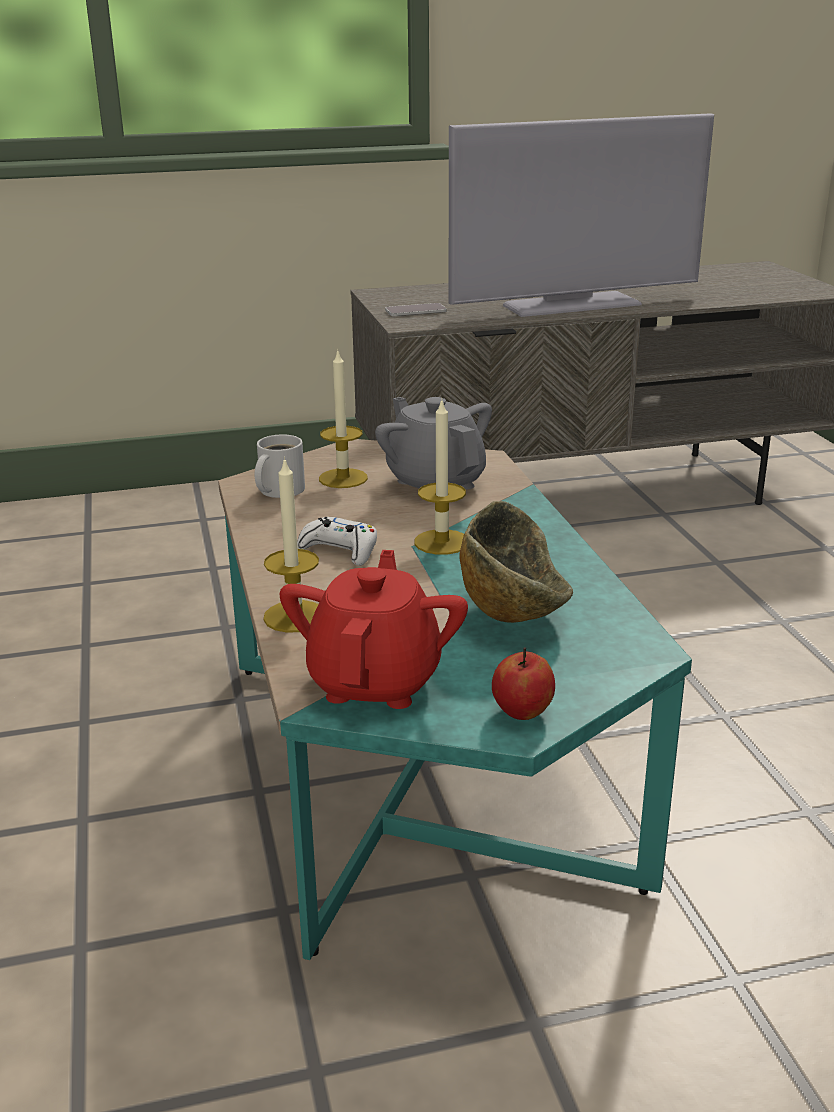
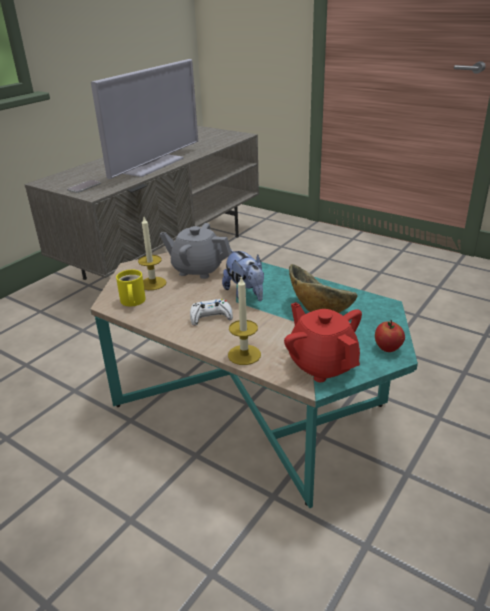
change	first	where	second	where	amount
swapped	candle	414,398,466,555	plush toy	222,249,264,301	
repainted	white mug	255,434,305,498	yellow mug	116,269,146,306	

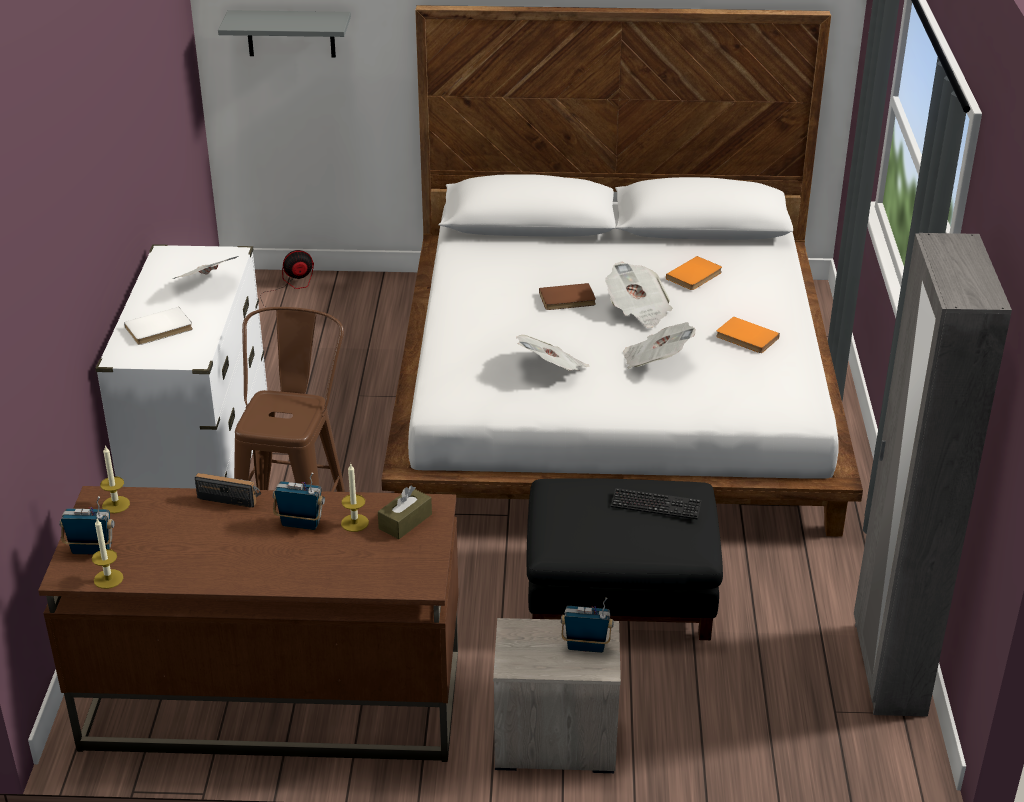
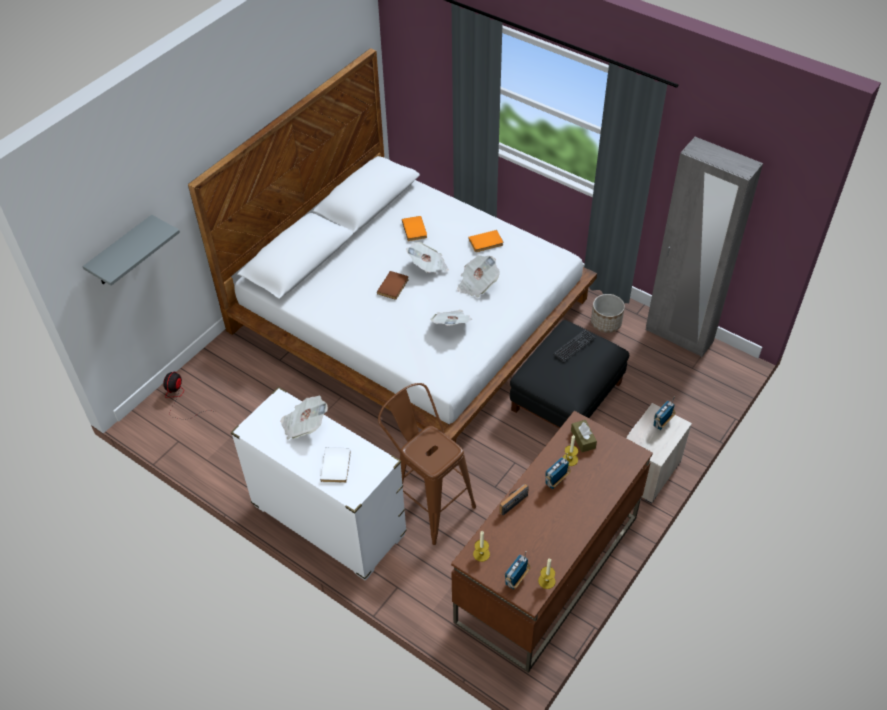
change	first	where	second	where	amount
new			planter	591,294,625,333	

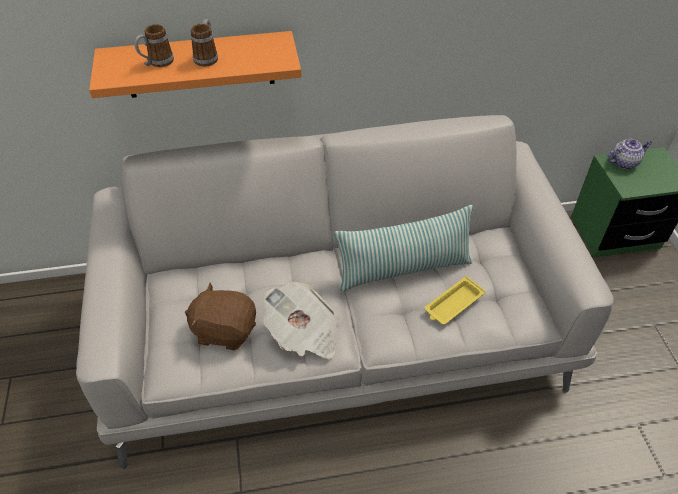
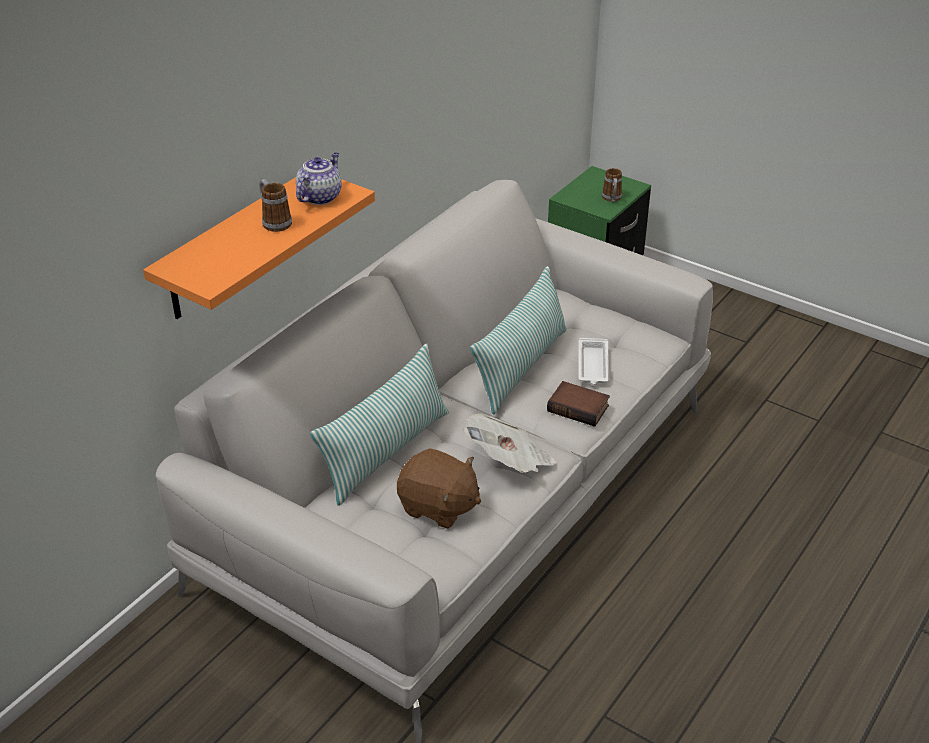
change	first	where	second	where	amount
new			pillow	310,343,449,506	
new			book	547,381,610,427	
shifted	mug	134,24,174,67		602,168,622,202	
shifted	teapot	607,139,653,169		296,152,342,205	
repainted	yellow tray	424,276,485,325	white tray	579,338,609,385	
rotated	brown plush toy	185,283,256,350		397,448,481,529	120 degrees counterclockwise

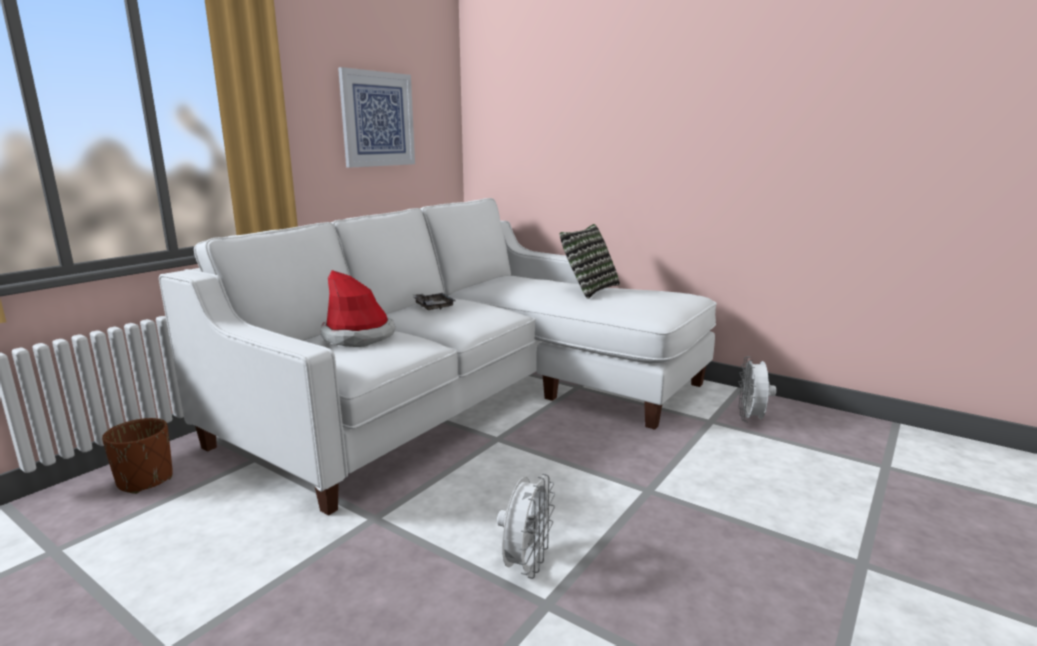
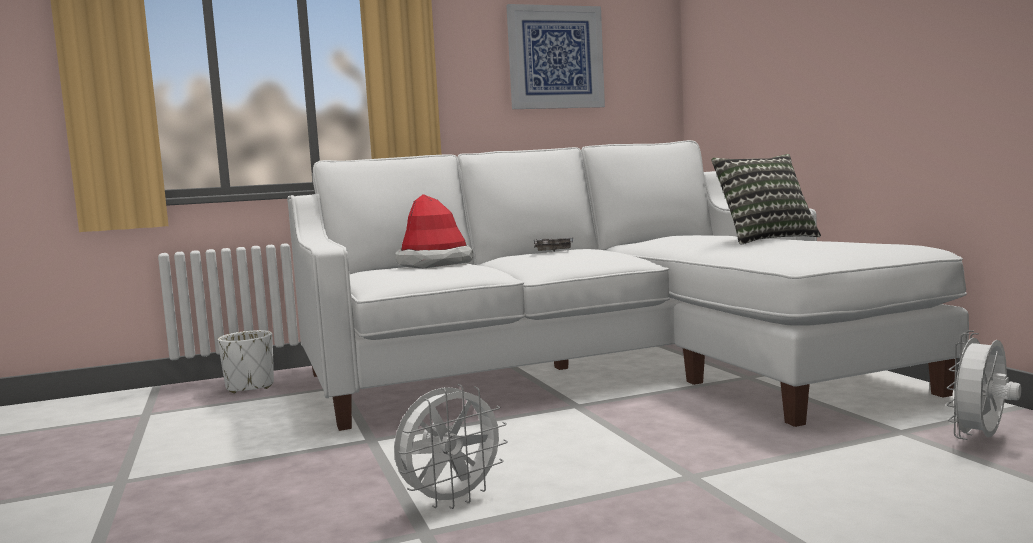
change	first	where	second	where	amount
repainted	brown planter	102,418,173,494	white planter	218,330,274,393	

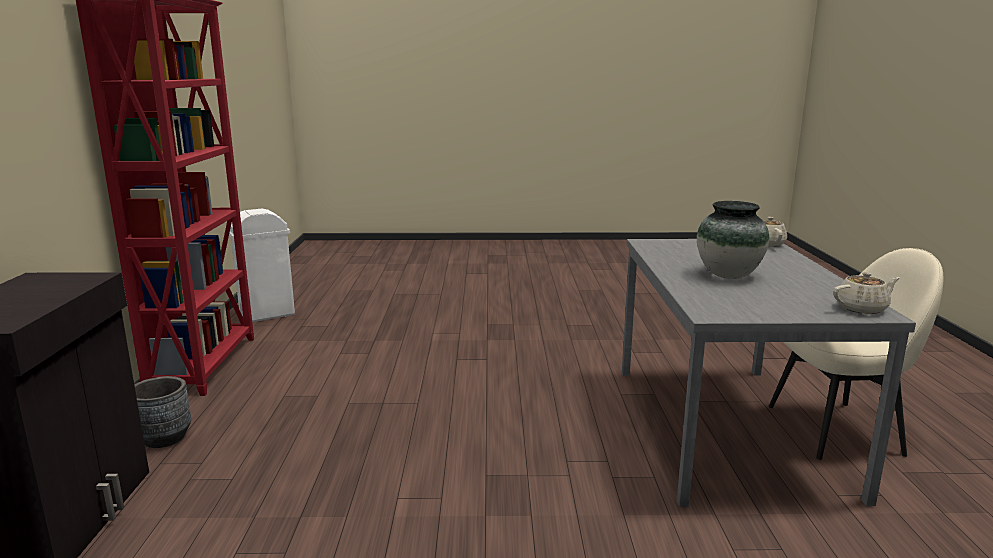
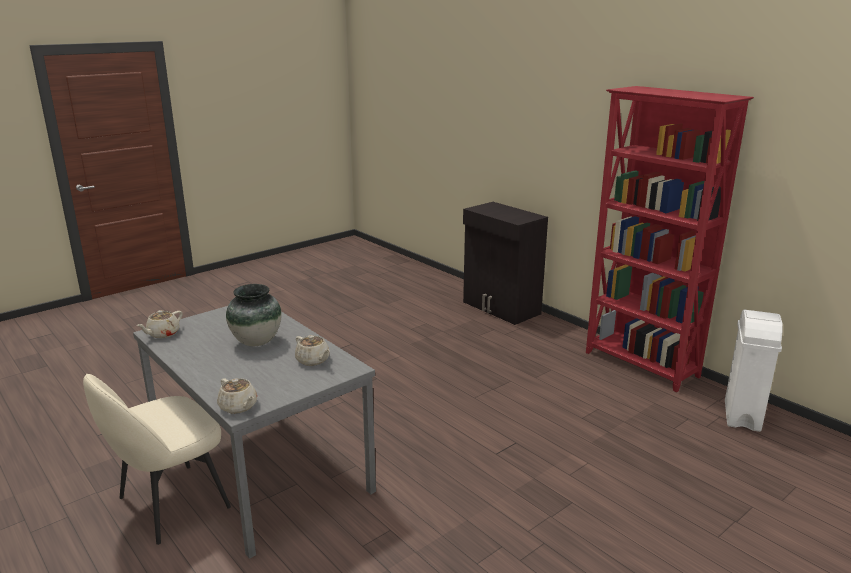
change	first	where	second	where	amount
gone	grey planter	134,376,191,448			
new			beige teapot	295,335,330,366	

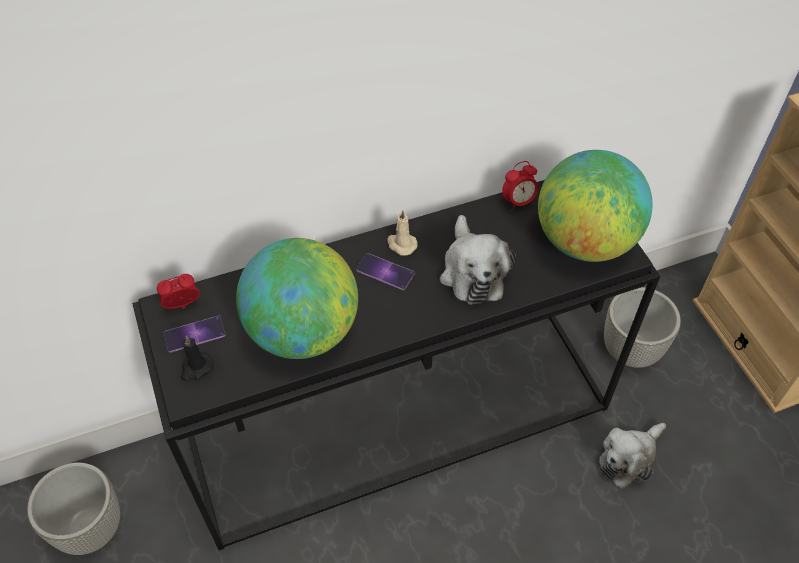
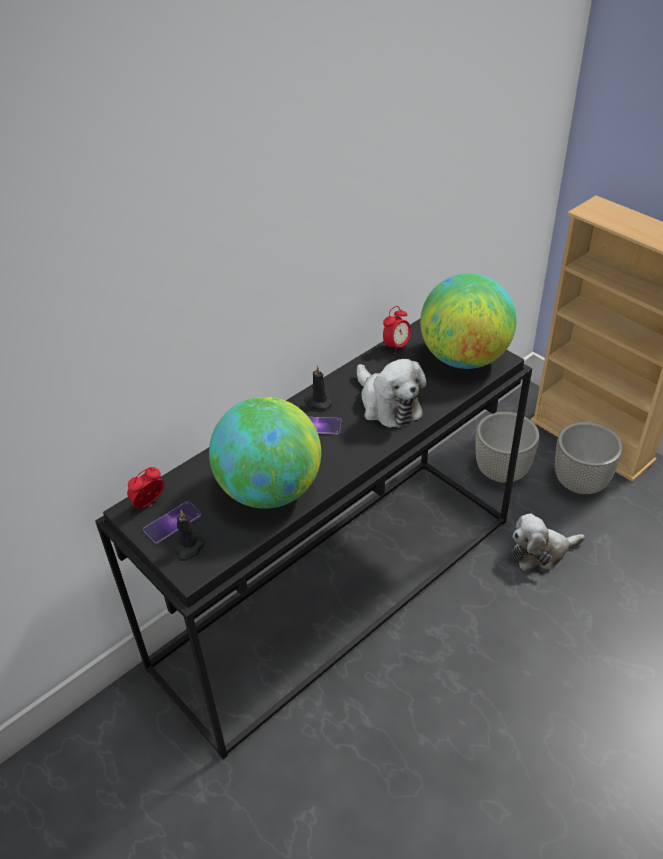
change	first	where	second	where	amount
shifted	grey planter	27,463,120,555		555,422,623,494	
repainted	beige candle	387,210,418,256	black candle	304,365,333,410	
rotated	plush toy	599,423,666,488		512,514,585,572	45 degrees clockwise

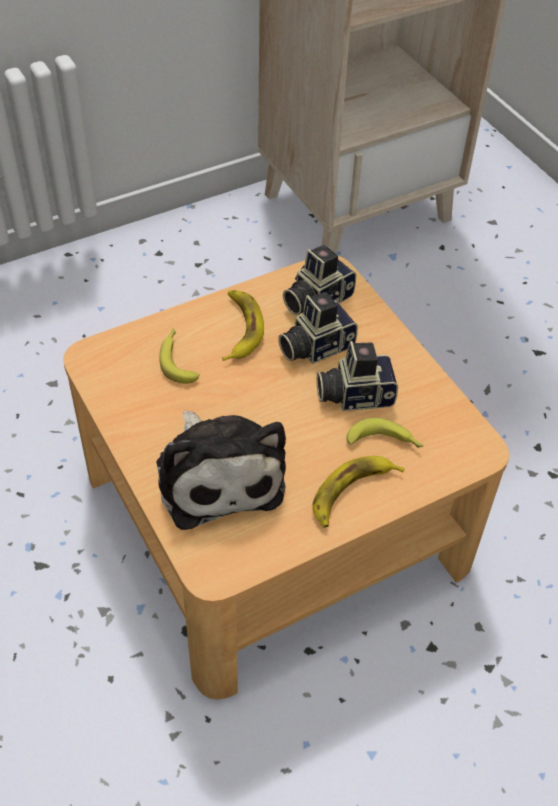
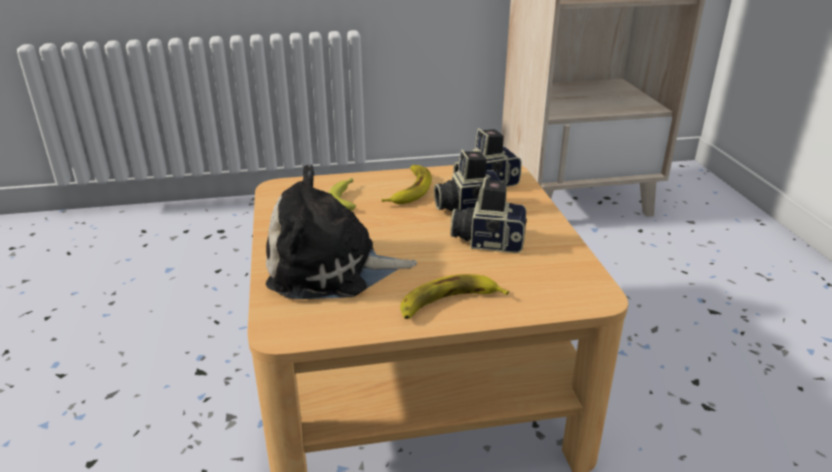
change	first	where	second	where	amount
gone	banana	346,418,424,448			
rotated	plush toy	156,411,286,530		266,164,417,299	90 degrees clockwise

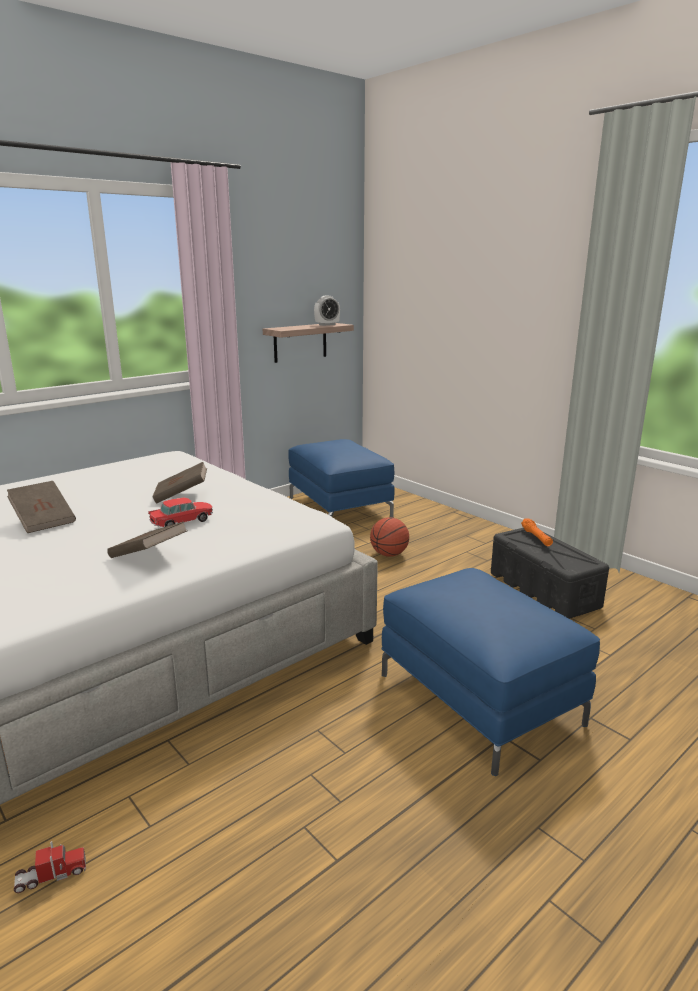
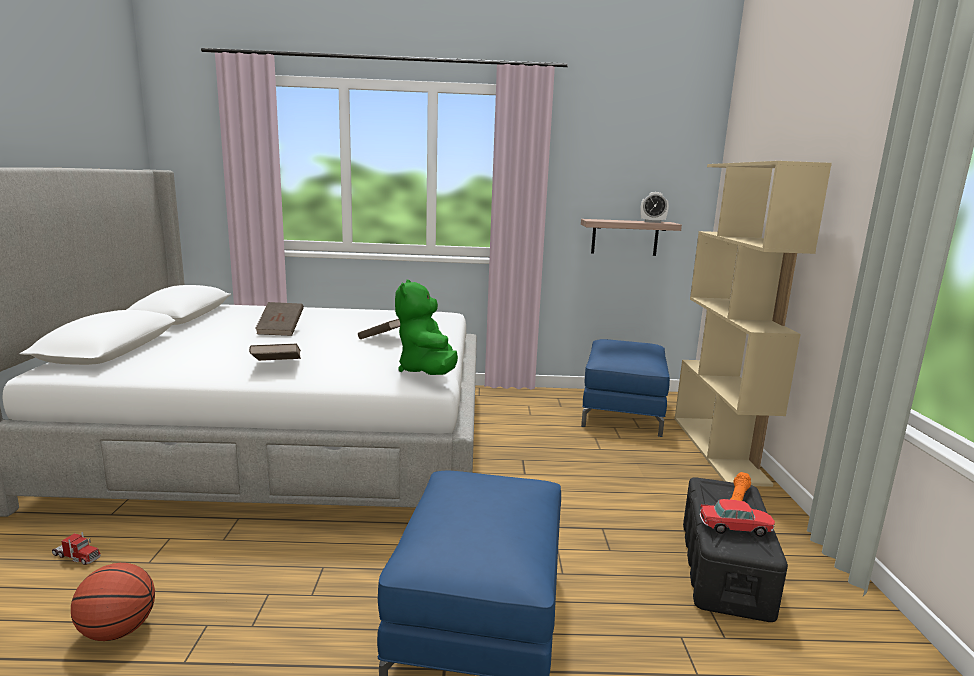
change	first	where	second	where	amount
new			green plush toy	395,280,458,375	
new			beige bookcase	675,161,832,487	
shifted	toy car	148,497,213,527		700,499,775,537	
shifted	basketball	370,517,409,557		71,563,155,641	

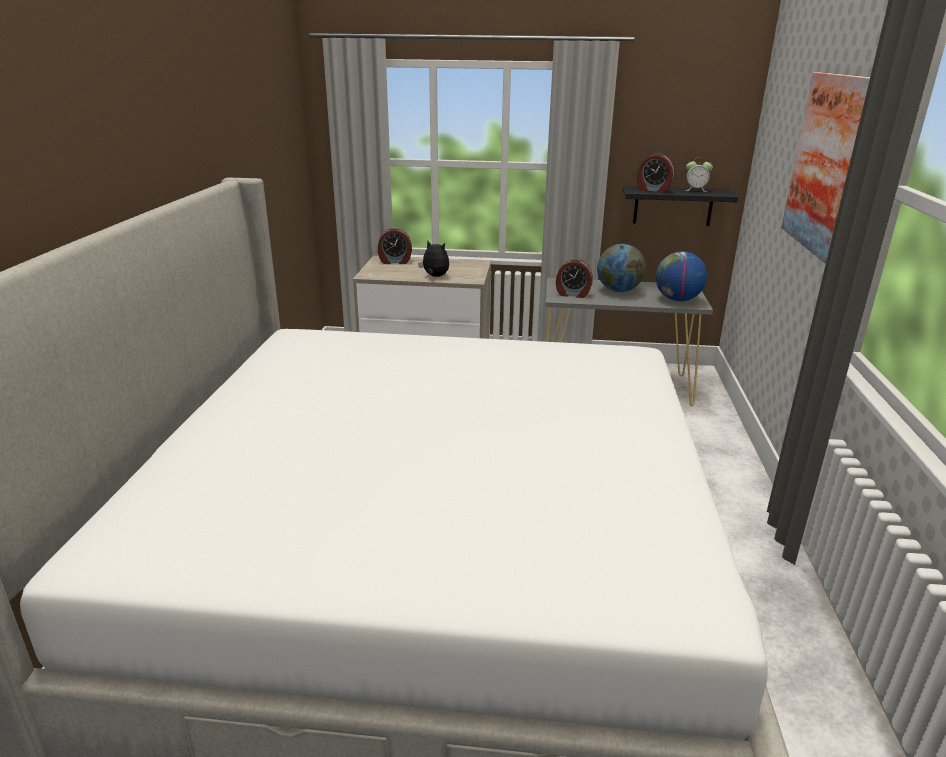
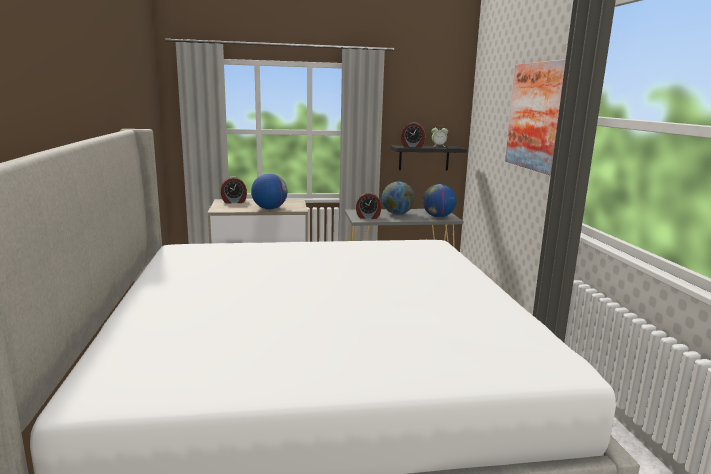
change	first	where	second	where	amount
swapped	plush toy	418,241,449,277	globe	251,173,287,209	

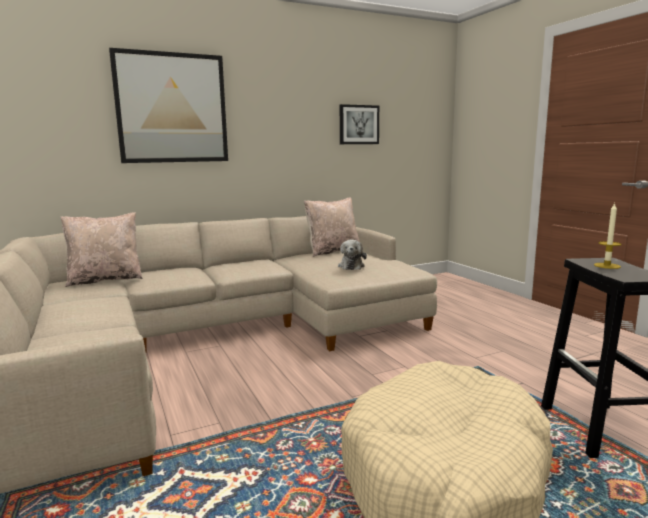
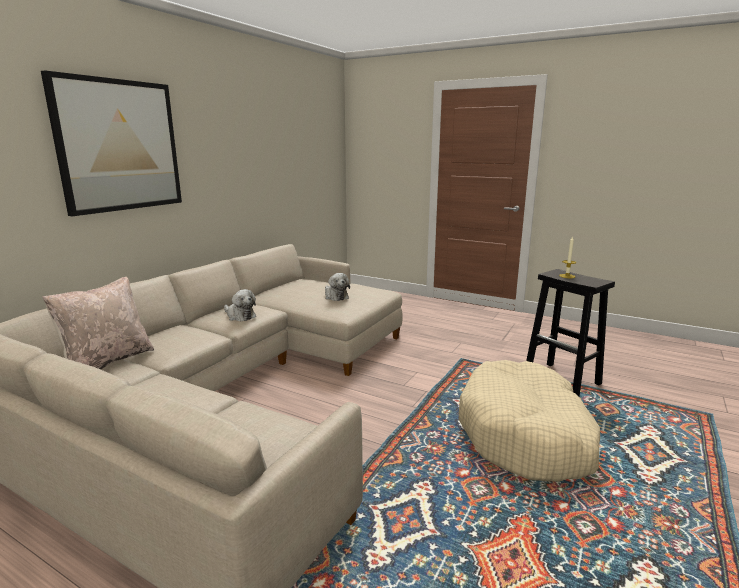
change	first	where	second	where	amount
gone	beige pillow	304,198,360,256			
gone	picture	340,104,379,144			
new			plush toy	224,289,256,321	

